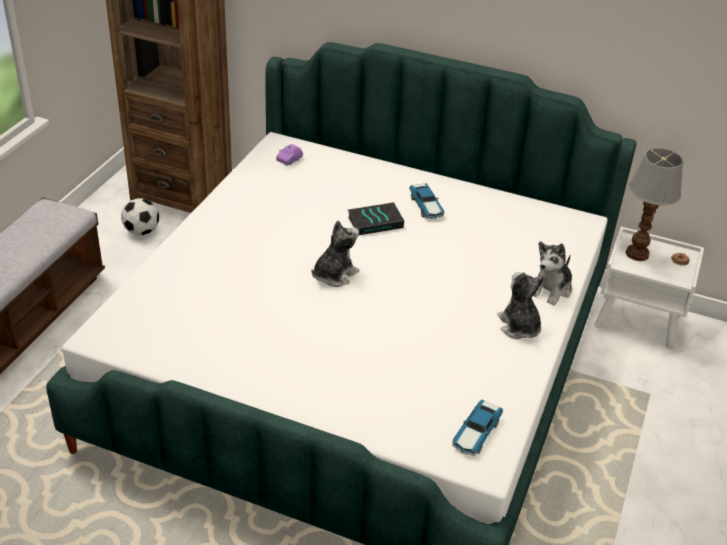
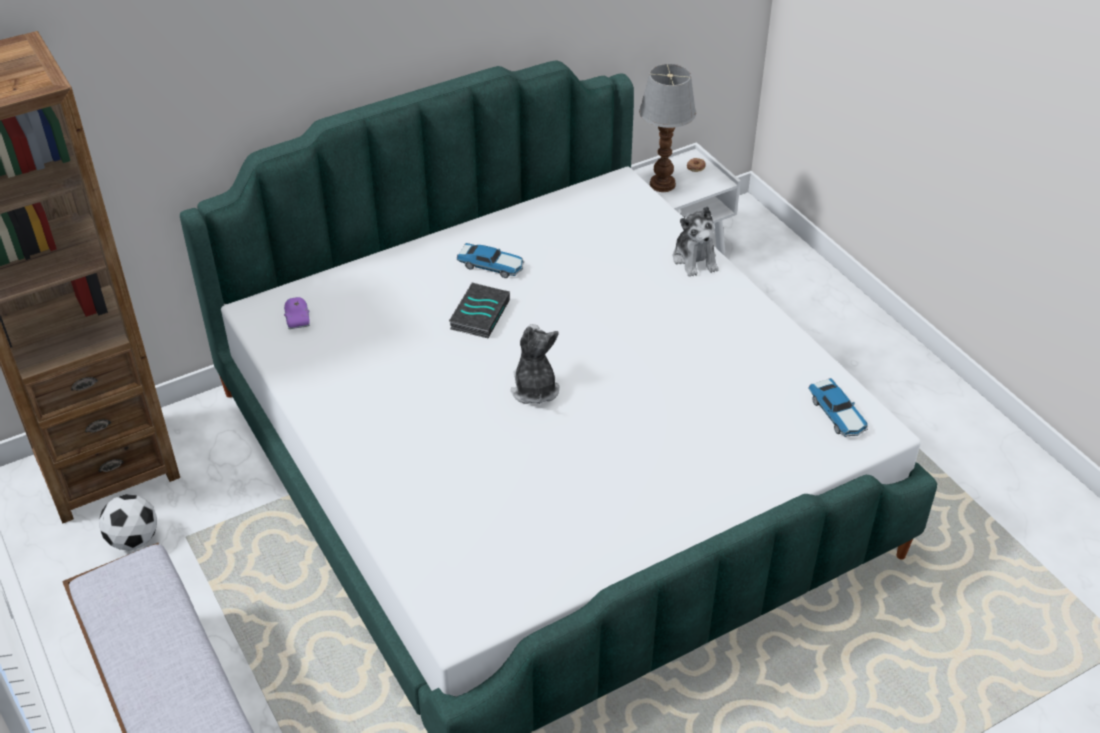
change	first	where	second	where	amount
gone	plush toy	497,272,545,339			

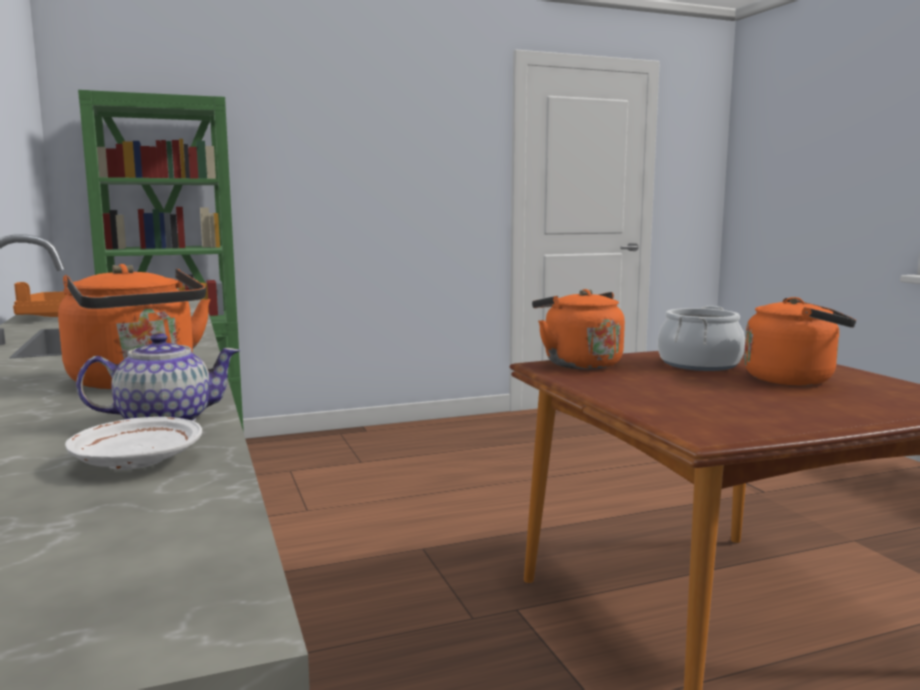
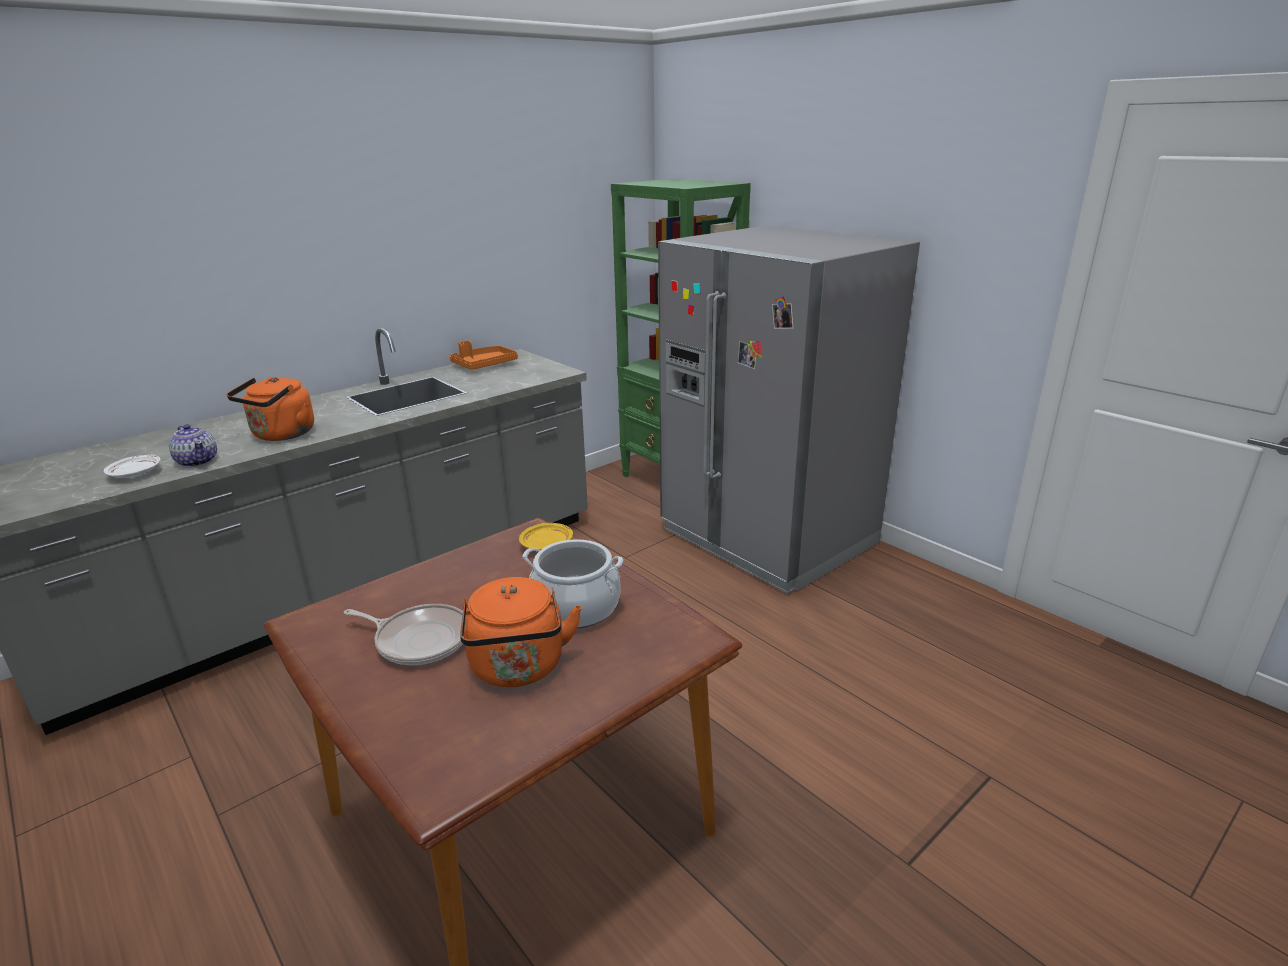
change	first	where	second	where	amount
new			frying pan	344,604,463,665	
new			grey fridge	658,225,920,594	
swapped	orange kettle	532,289,625,369	yellow plate	519,523,573,550	

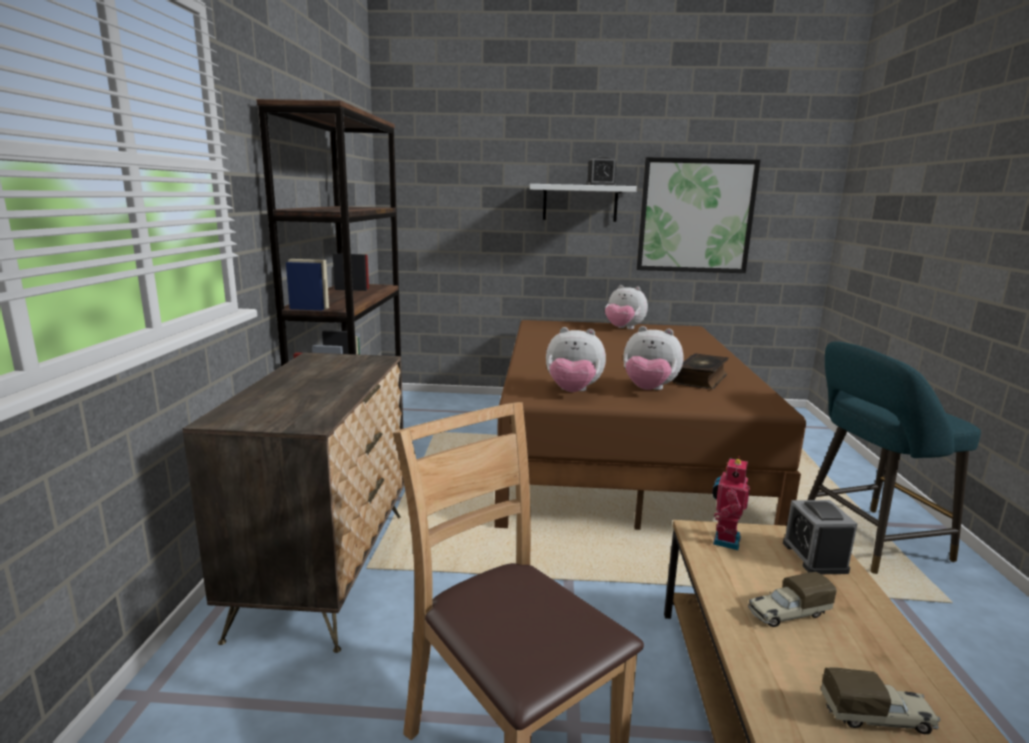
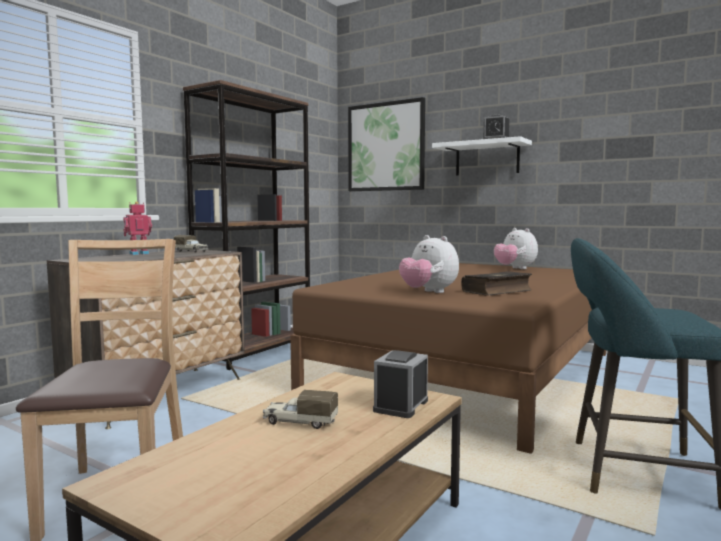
change	first	where	second	where	amount
gone	plush toy	546,327,606,392			
shifted	picture	637,157,760,273		348,97,425,191	
shifted	toy robot	712,456,750,550		123,202,152,255	
shifted	toy truck	821,667,940,734		174,235,208,253	

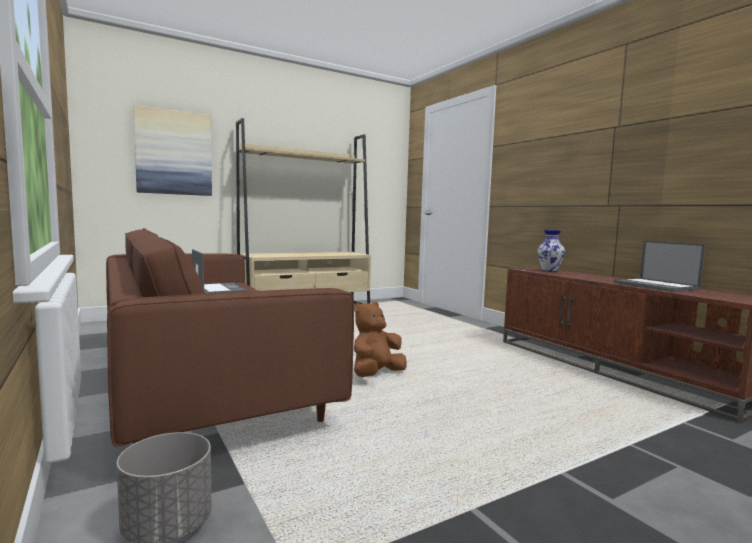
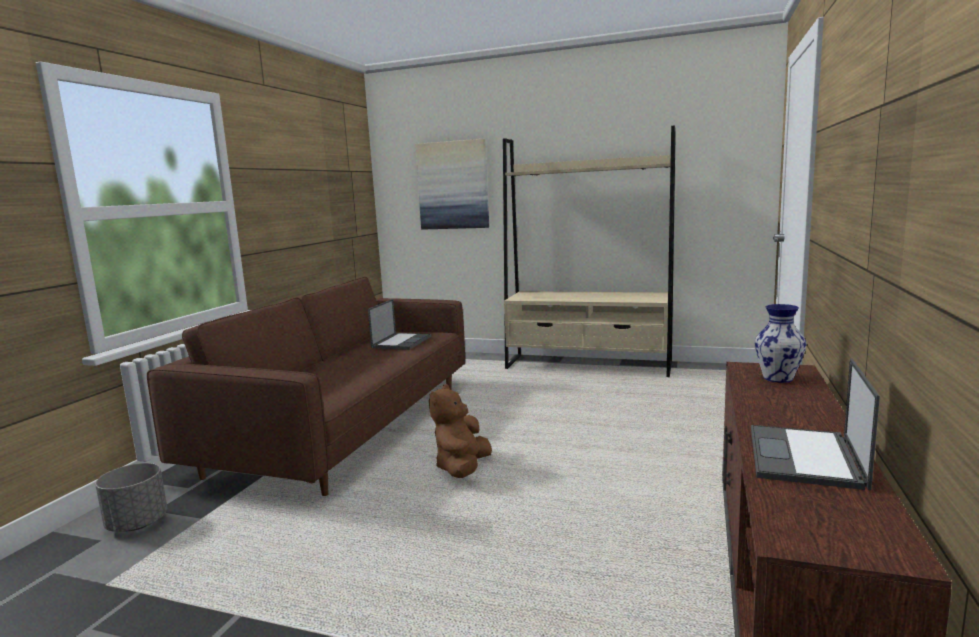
change	first	where	second	where	amount
rotated	brown plush toy	354,301,407,377		429,384,492,478	75 degrees counterclockwise

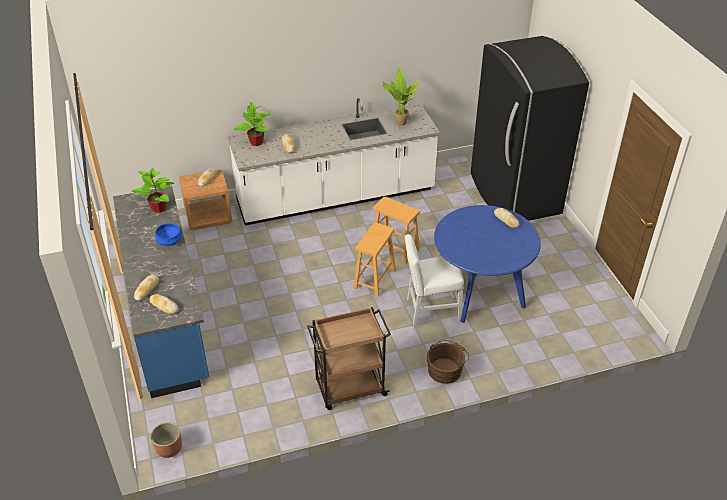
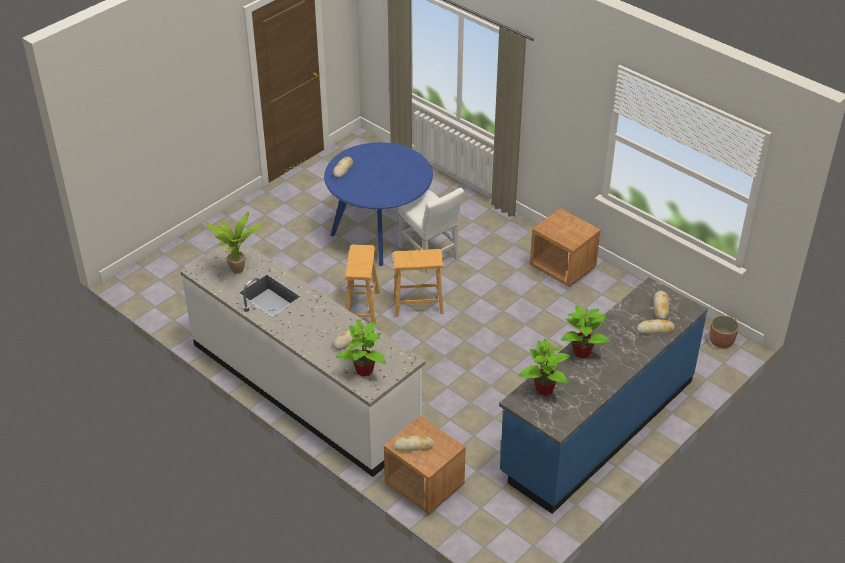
change	first	where	second	where	amount
gone	brown bucket	427,340,469,384			
gone	black fridge	471,36,589,221			
swapped	blue cooking pot	155,223,182,246	potted plant	561,306,611,359	
swapped	brown cart	307,307,391,410	brown nightstand	530,208,601,287	

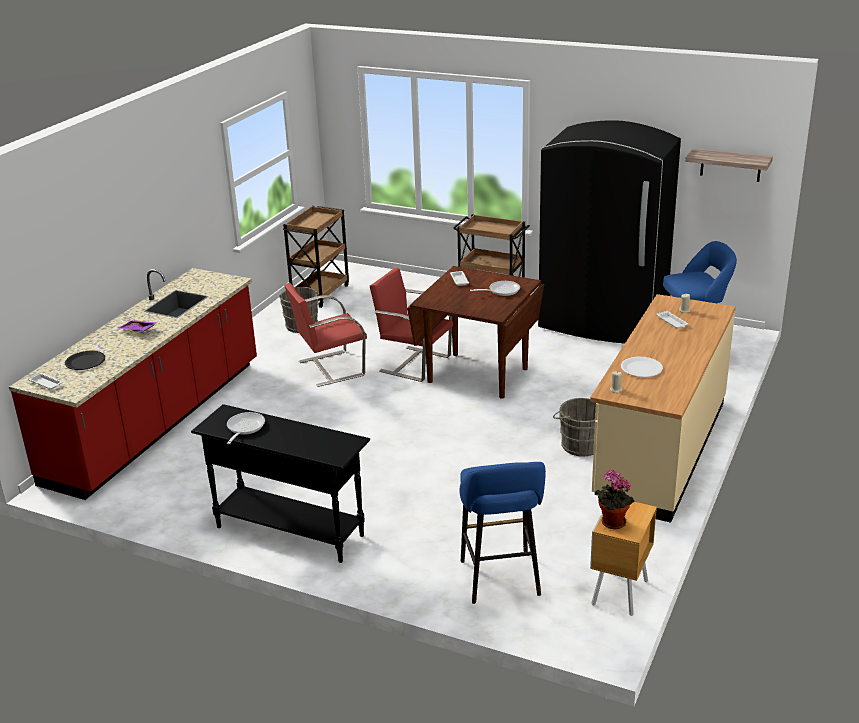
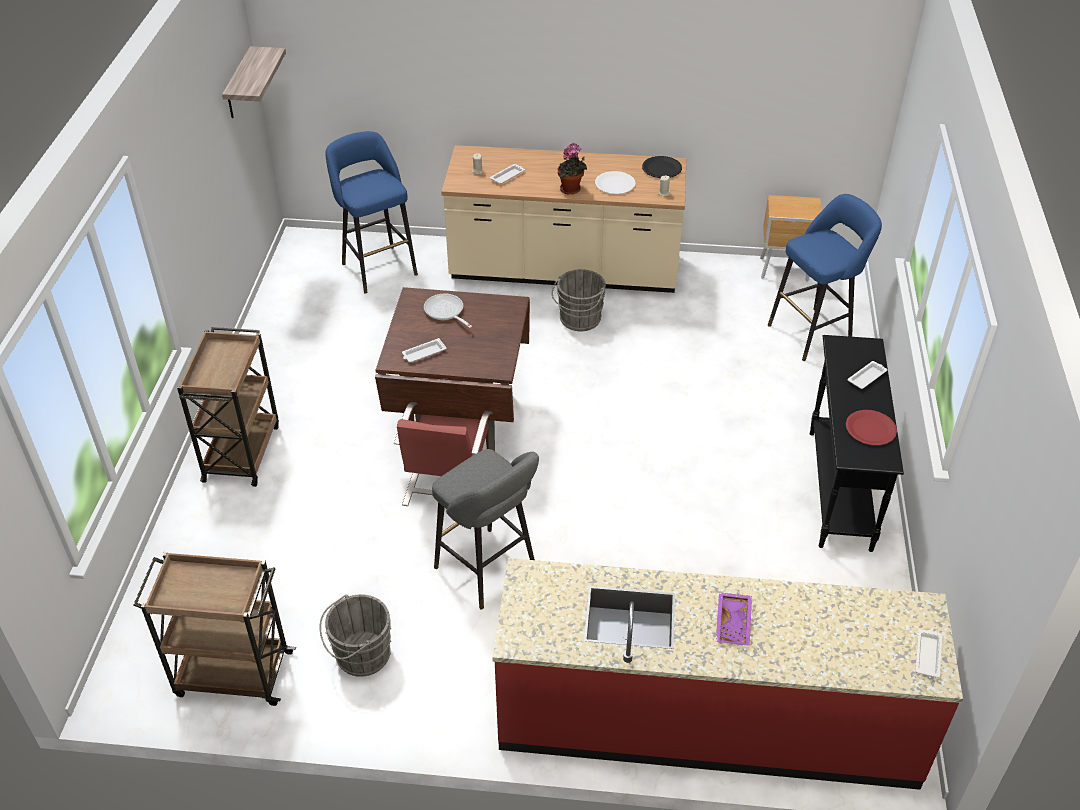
change	first	where	second	where	amount
gone	black fridge	538,120,681,344			
new			white tray	848,361,887,389	
shifted	black plate	65,351,105,370		642,156,682,178	
shifted	potted plant	595,470,634,529		558,143,587,194	
swapped	frying pan	227,412,265,444	red plate	846,410,897,446	
swapped	red chair	284,283,367,387	grey stool	432,449,539,609	

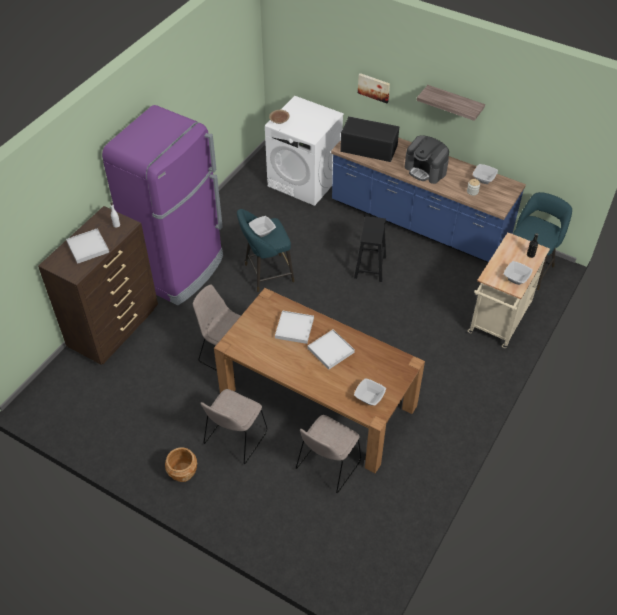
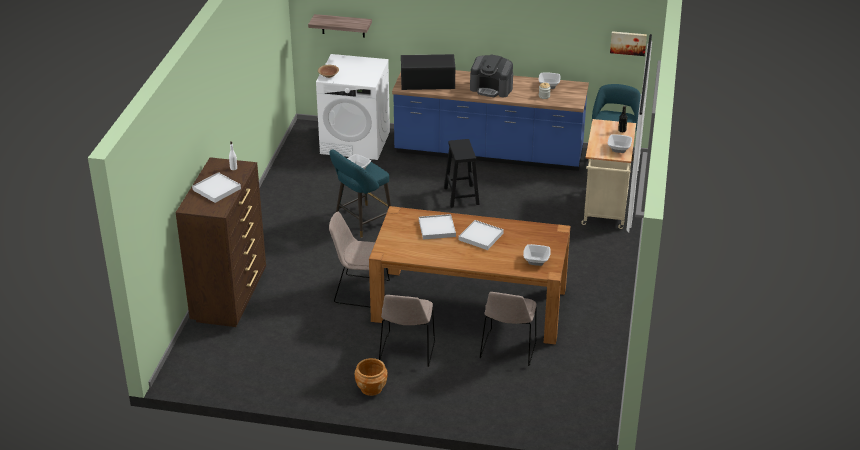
change	first	where	second	where	amount
gone	purple fridge	102,105,223,305			
shifted	picture	358,73,390,103		610,31,647,56	
shifted	shelf	416,85,485,121		308,14,372,38	

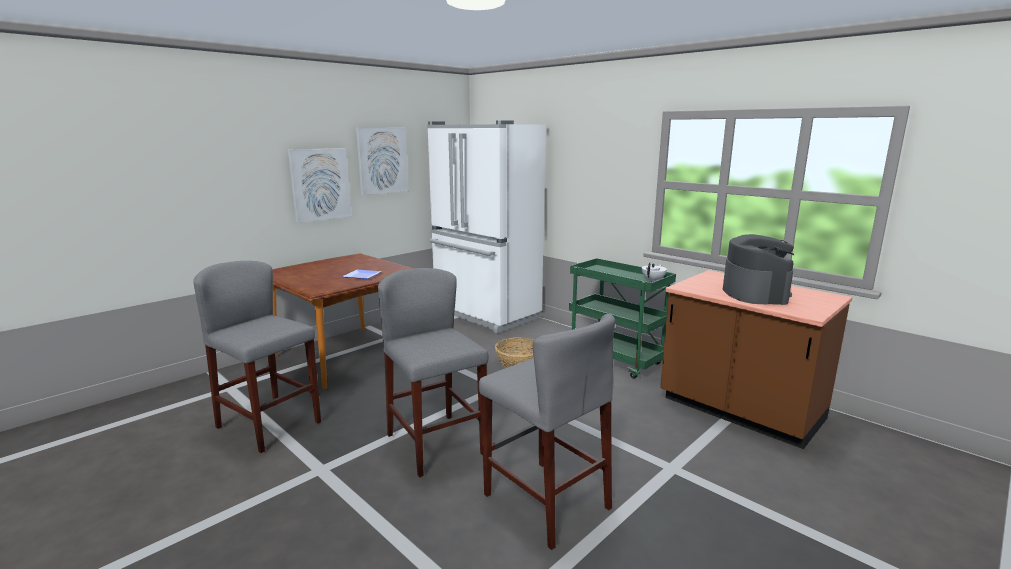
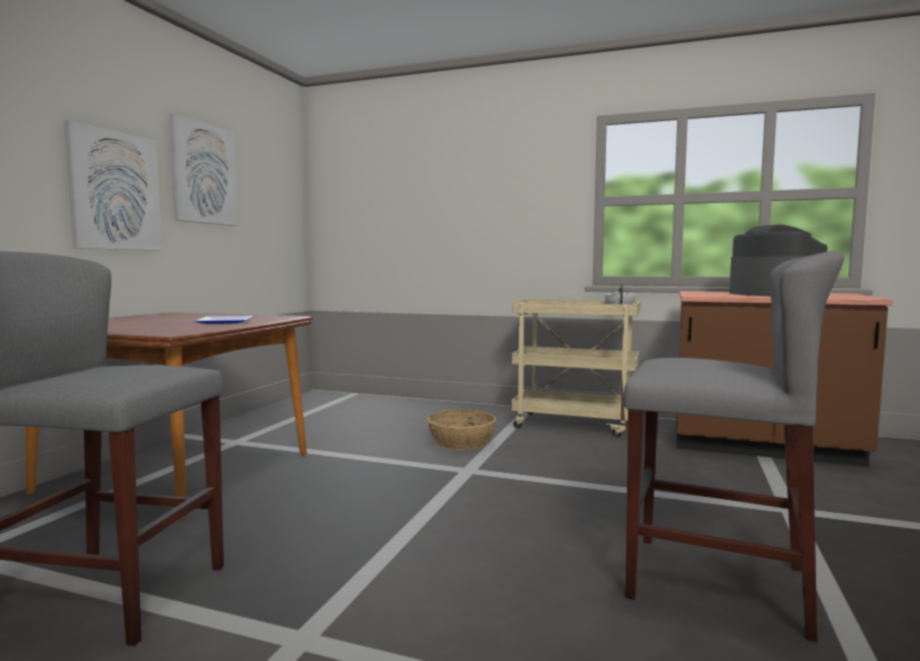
change	first	where	second	where	amount
gone	grey stool	378,268,488,477			
gone	white fridge	427,120,546,333			
repainted	green cart	569,258,676,379	beige cart	511,299,641,437	

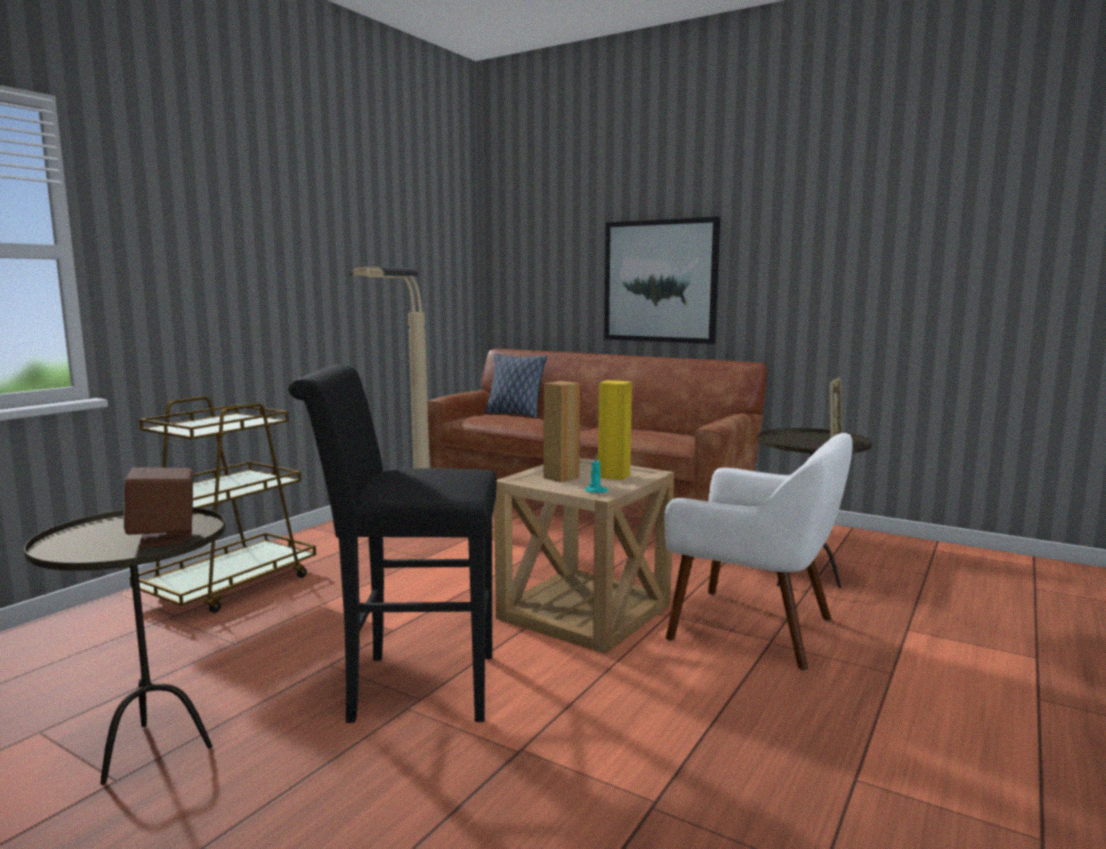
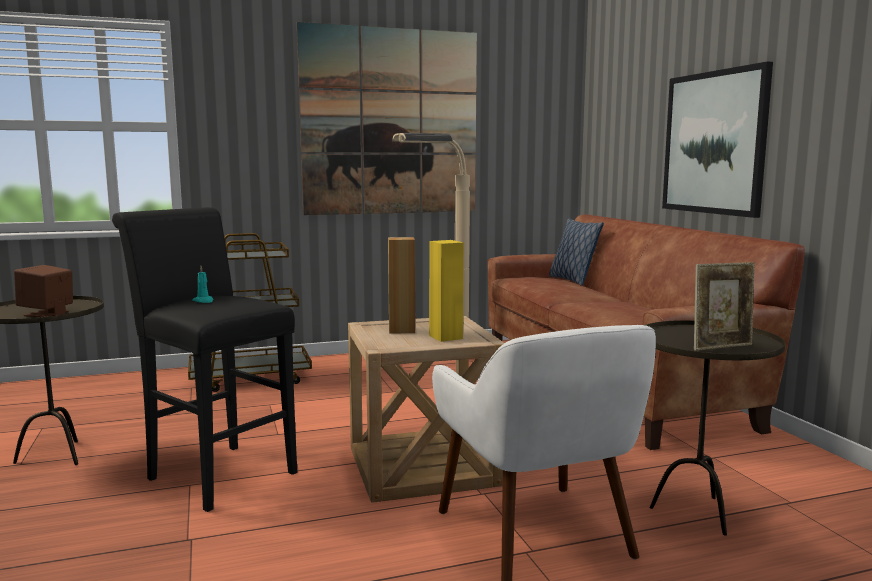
change	first	where	second	where	amount
new			picture	297,22,477,215	
shifted	turquoise candle	585,455,608,493		192,266,213,303	

